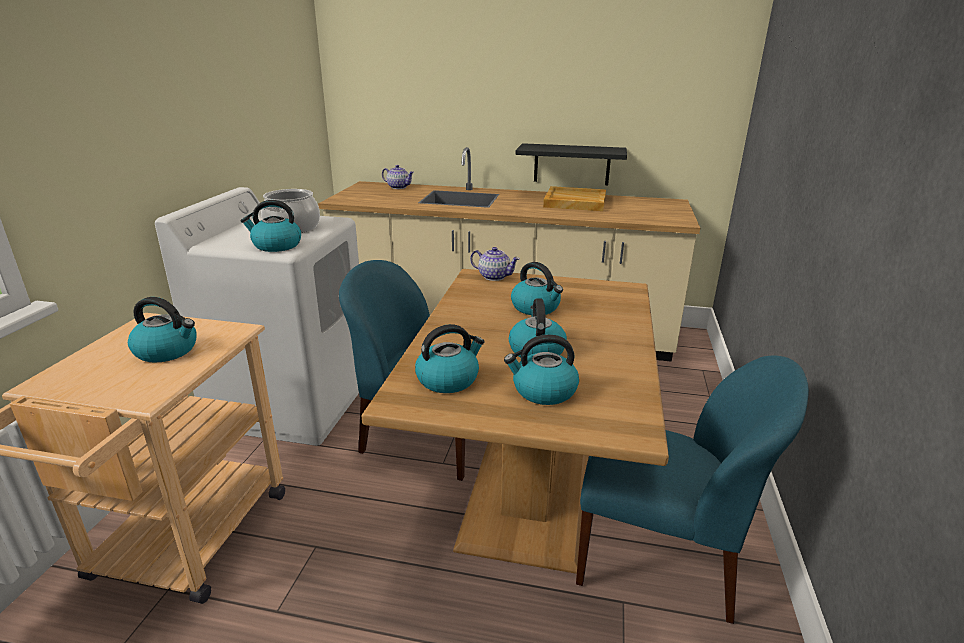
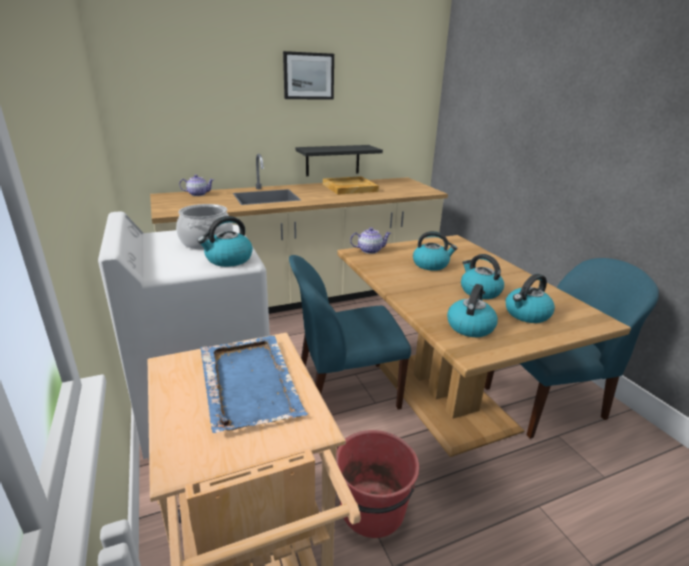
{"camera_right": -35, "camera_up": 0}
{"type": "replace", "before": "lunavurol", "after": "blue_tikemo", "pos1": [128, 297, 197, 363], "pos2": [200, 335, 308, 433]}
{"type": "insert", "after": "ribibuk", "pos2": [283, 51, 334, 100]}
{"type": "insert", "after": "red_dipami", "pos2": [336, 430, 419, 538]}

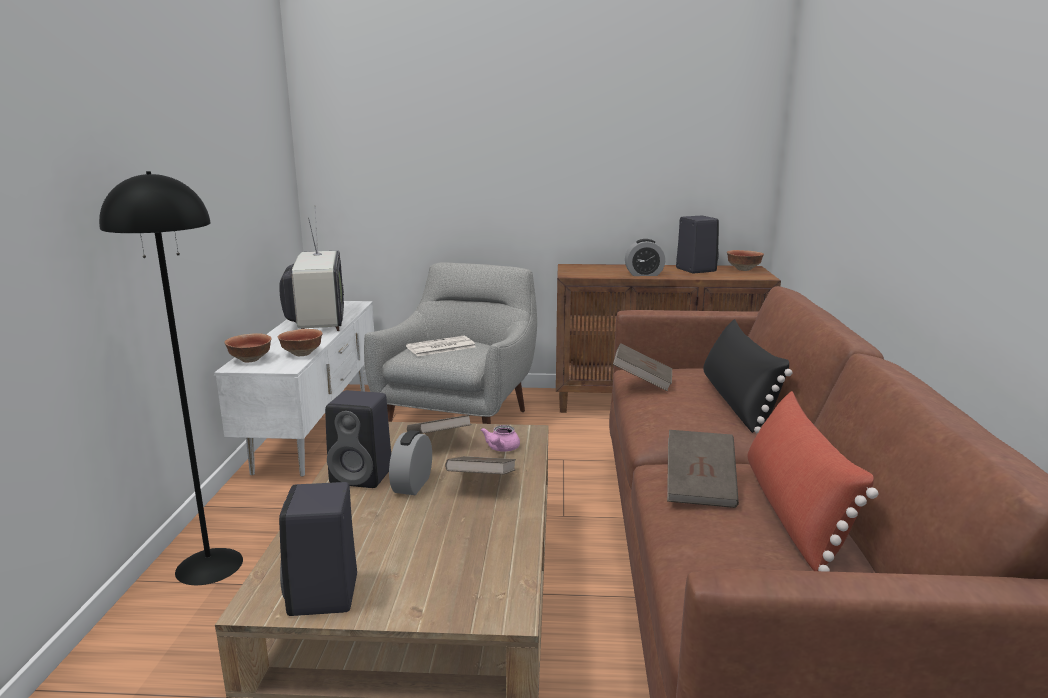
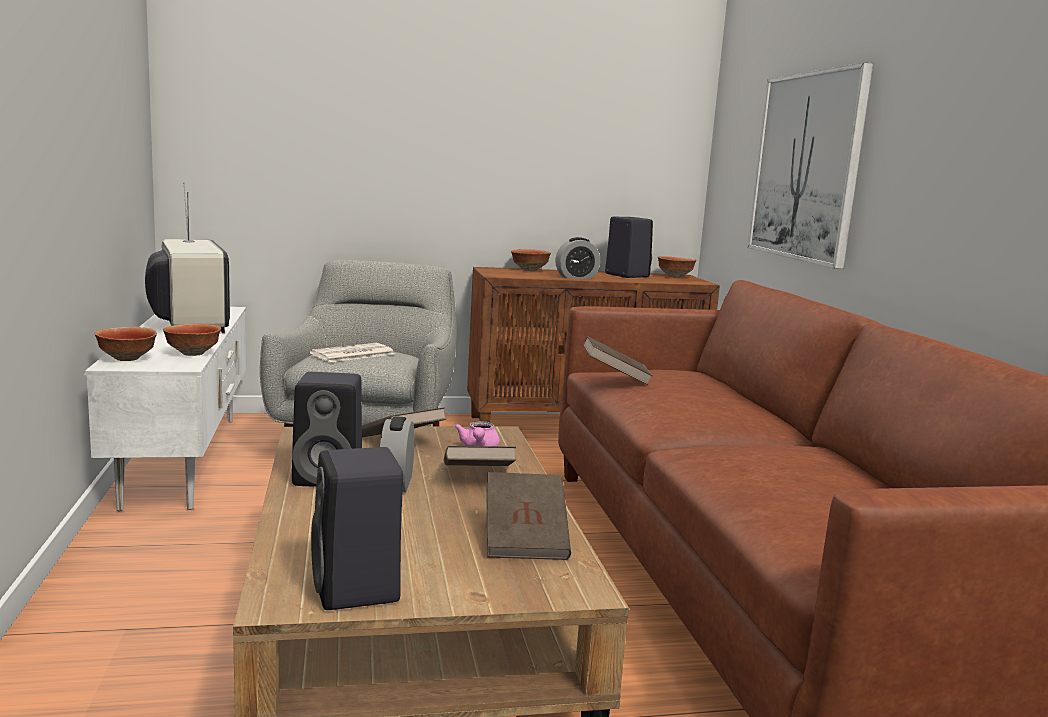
{"camera_right": -15, "camera_up": -5}
{"type": "move", "before": "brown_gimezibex", "pos1": [667, 430, 739, 508], "pos2": [486, 472, 571, 560]}
{"type": "insert", "after": "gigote", "pos2": [511, 249, 551, 271]}
{"type": "insert", "after": "ribibuk", "pos2": [747, 62, 873, 269]}
{"type": "delete", "before": "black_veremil", "pos1": [99, 171, 243, 585]}
{"type": "delete", "before": "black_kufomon", "pos1": [703, 319, 792, 434]}
{"type": "delete", "before": "red_kufomon", "pos1": [748, 391, 878, 572]}

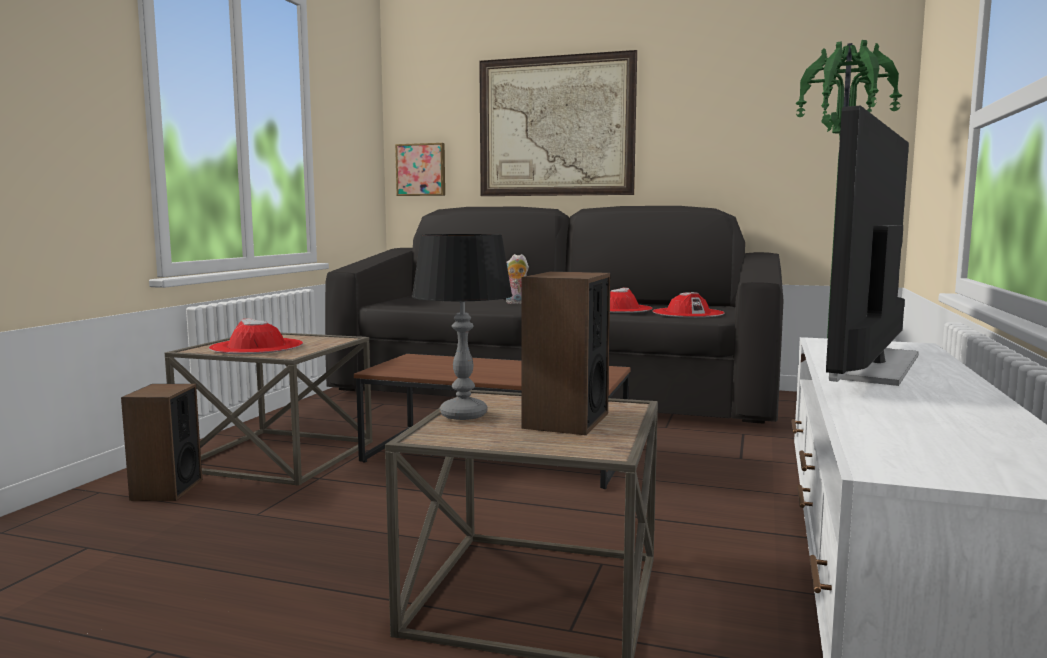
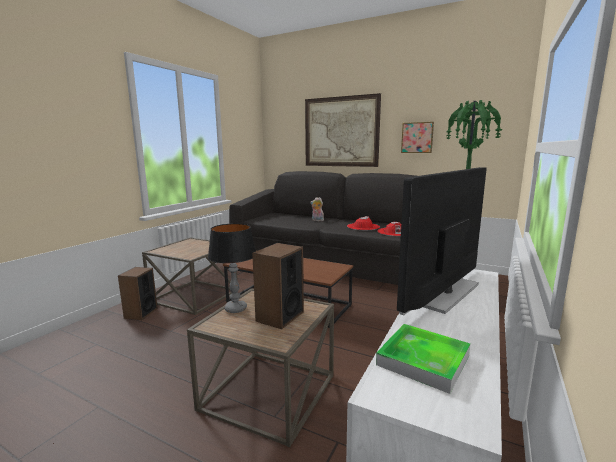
{"camera_right": 10, "camera_up": 5}
{"type": "insert", "after": "tikemo", "pos2": [376, 324, 470, 394]}
{"type": "move", "before": "ribibuk", "pos1": [395, 143, 445, 196], "pos2": [401, 122, 434, 153]}
{"type": "delete", "before": "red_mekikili", "pos1": [209, 318, 303, 354]}

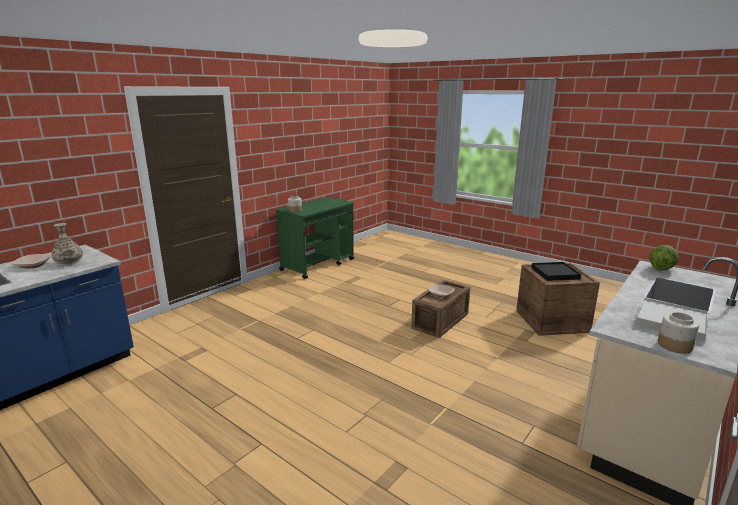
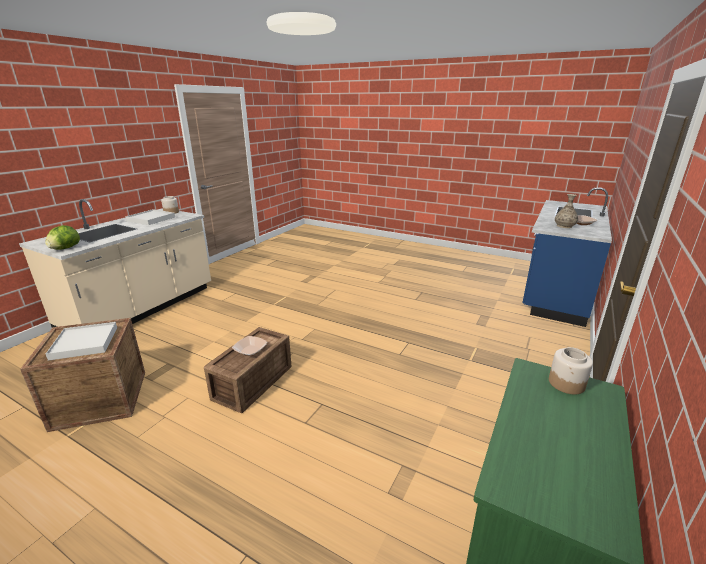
{"camera_right": 170, "camera_up": 5}
{"type": "recolor", "before": "black_tikemo", "after": "white_tikemo", "pos1": [531, 262, 581, 281], "pos2": [46, 322, 117, 361]}

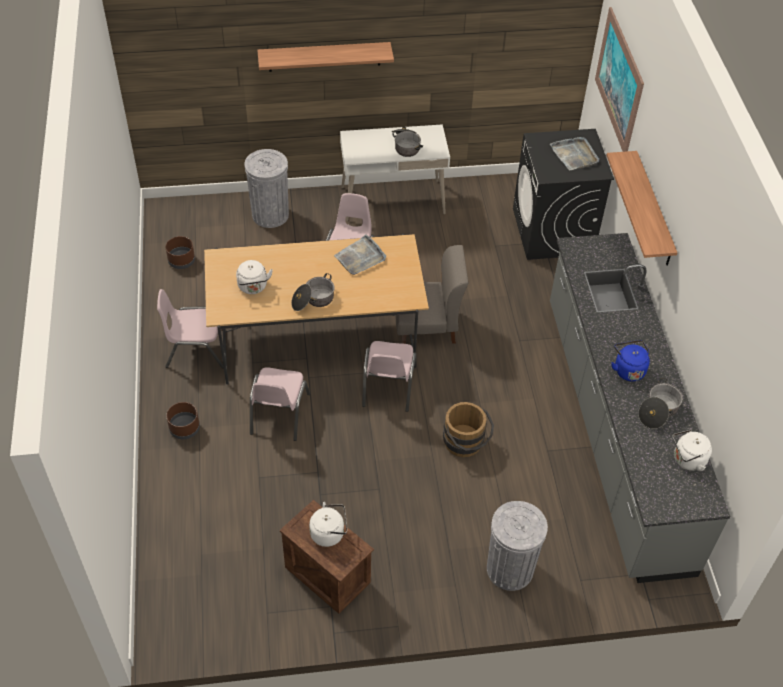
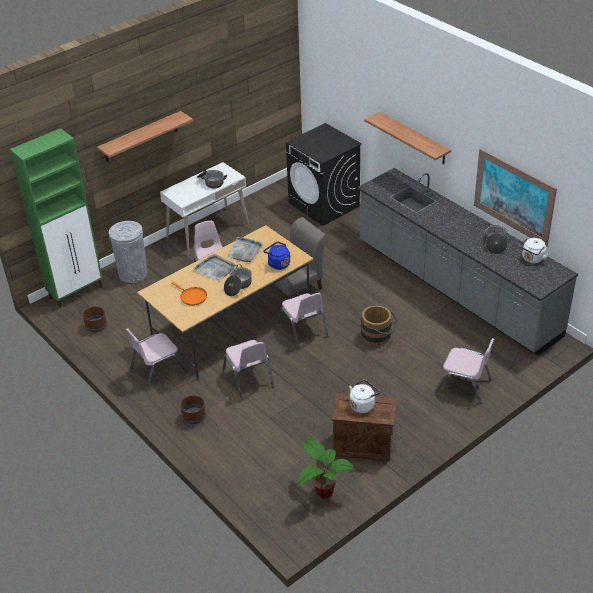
{"camera_right": -30, "camera_up": -10}
{"type": "insert", "after": "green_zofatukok", "pos2": [10, 128, 102, 308]}
{"type": "replace", "before": "white_lunavurol", "after": "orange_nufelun", "pos1": [236, 260, 273, 294], "pos2": [171, 282, 207, 306]}
{"type": "move", "before": "grey_tikemo", "pos1": [550, 137, 599, 170], "pos2": [193, 254, 236, 281]}
{"type": "move", "before": "blue_lunavurol", "pos1": [611, 340, 650, 381], "pos2": [263, 242, 290, 270]}
{"type": "insert", "after": "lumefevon", "pos2": [297, 439, 356, 499]}
{"type": "replace", "before": "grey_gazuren", "after": "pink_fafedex", "pos1": [487, 501, 548, 591], "pos2": [436, 338, 494, 404]}
{"type": "move", "before": "ribibuk", "pos1": [595, 7, 644, 152], "pos2": [474, 149, 557, 247]}

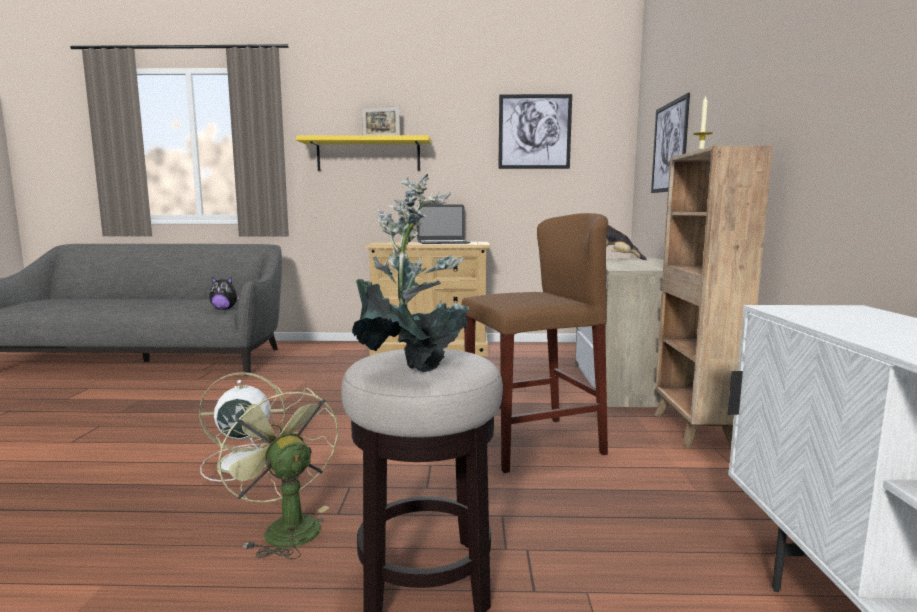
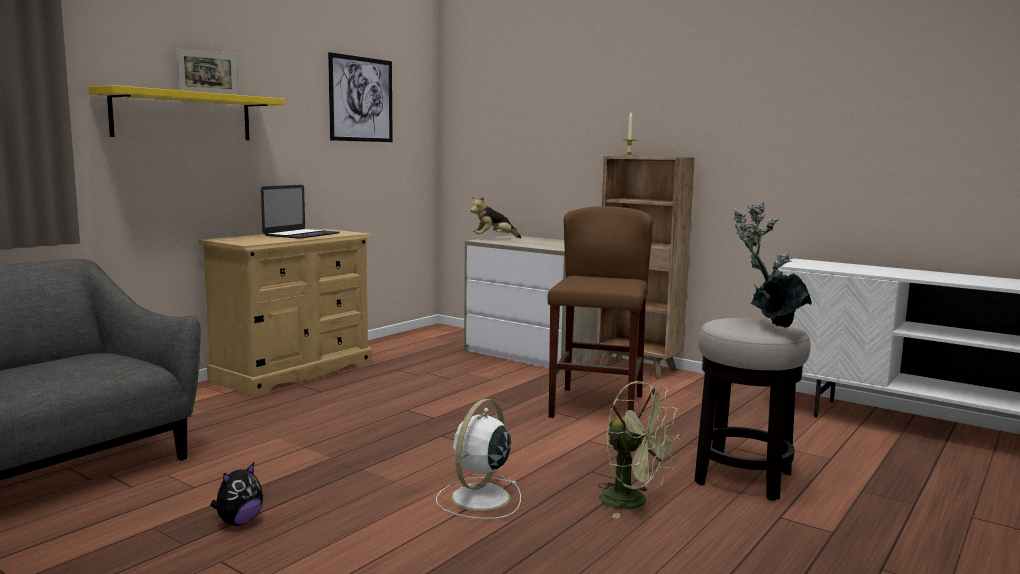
{"camera_right": -55, "camera_up": 0}
{"type": "move", "before": "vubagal", "pos1": [209, 277, 239, 310], "pos2": [210, 462, 263, 526]}
{"type": "rotate", "before": "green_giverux", "pos1": [215, 385, 338, 560], "pos2": [598, 381, 682, 519], "turn": -135}
{"type": "delete", "before": "ribibuk", "pos1": [651, 93, 690, 193]}

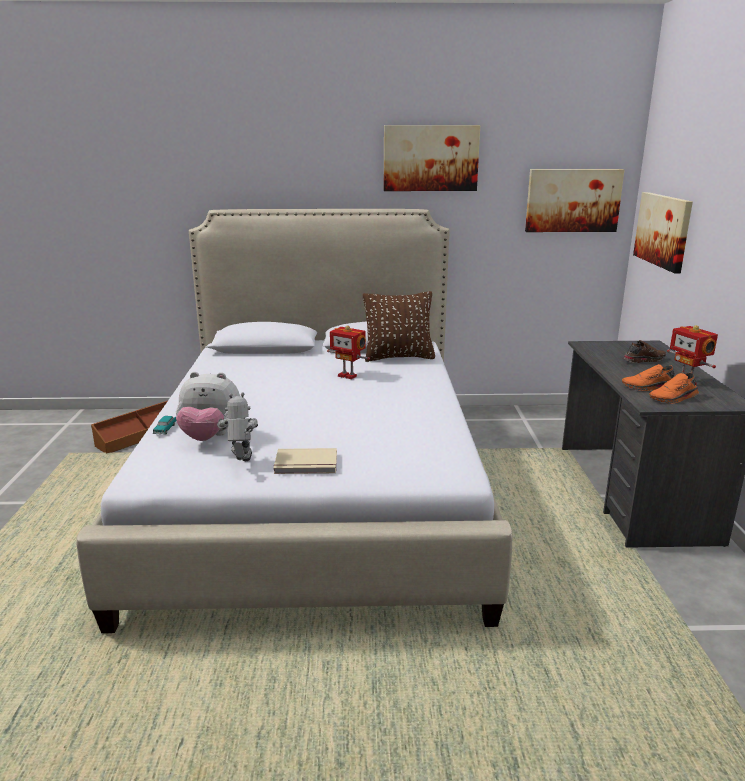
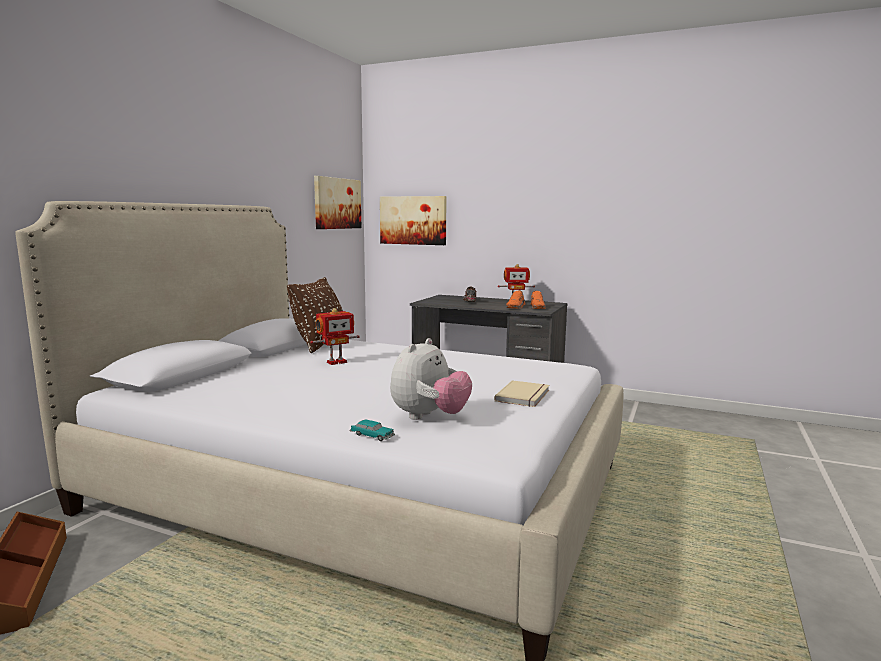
{"camera_right": -65, "camera_up": -10}
{"type": "delete", "before": "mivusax", "pos1": [217, 392, 258, 461]}
{"type": "delete", "before": "ribibuk", "pos1": [384, 125, 480, 191]}

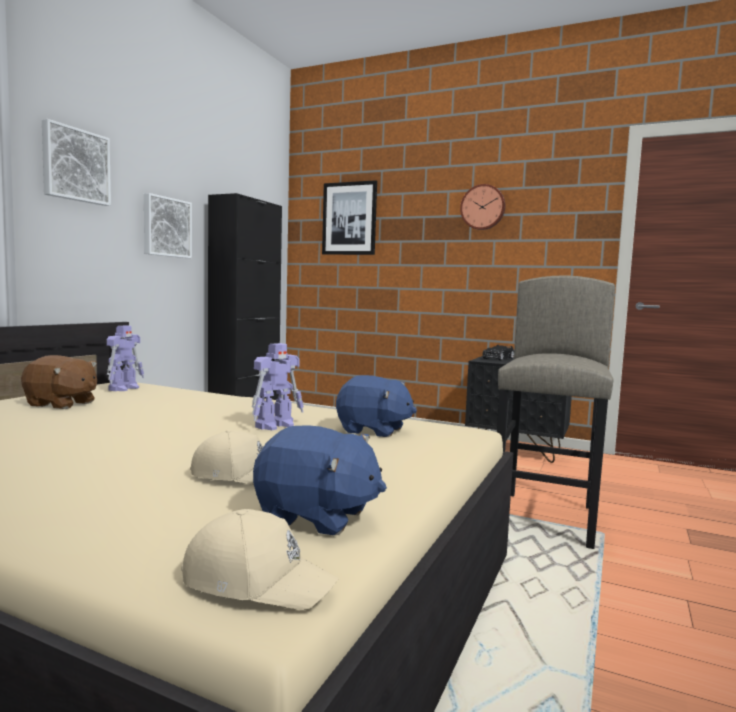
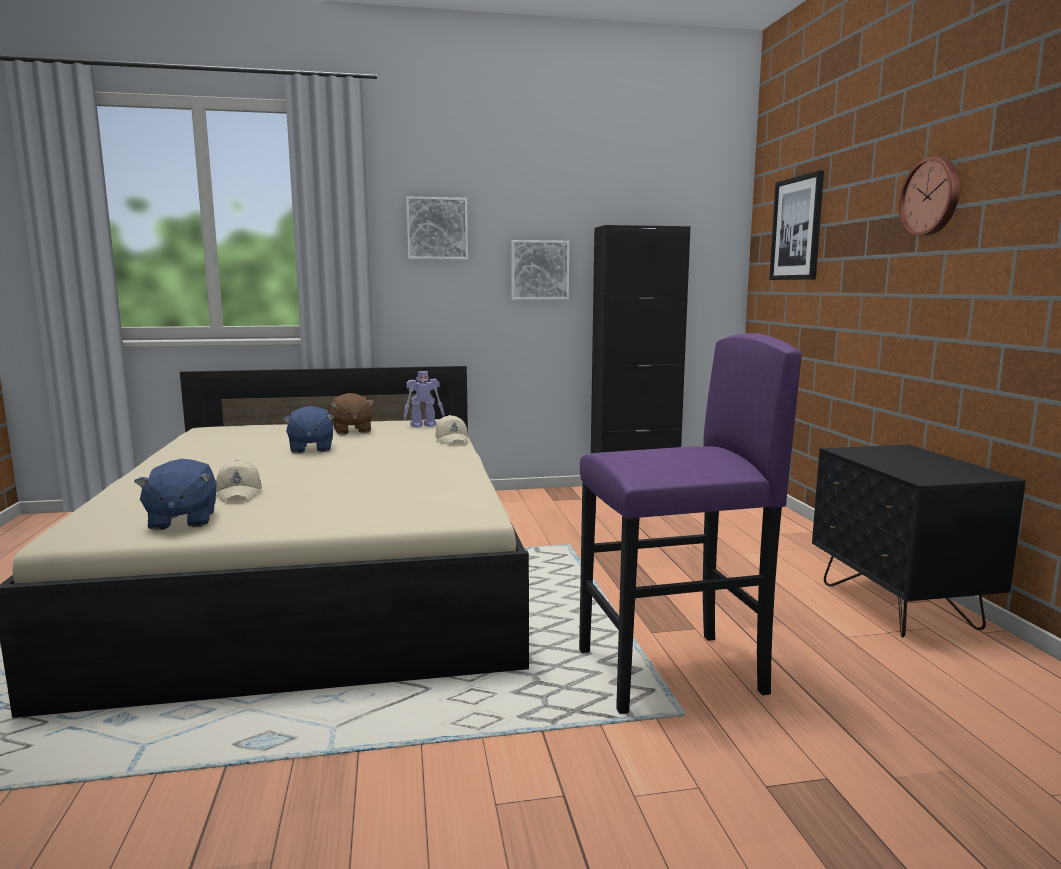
{"camera_right": 55, "camera_up": 5}
{"type": "move", "before": "blue_vubagal", "pos1": [336, 375, 417, 437], "pos2": [283, 406, 334, 453]}
{"type": "move", "before": "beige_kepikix", "pos1": [181, 509, 339, 610], "pos2": [435, 415, 468, 444]}
{"type": "recolor", "before": "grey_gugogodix", "after": "purple_gugogodix", "pos1": [497, 275, 615, 549], "pos2": [579, 333, 802, 714]}
{"type": "delete", "before": "mivusax", "pos1": [252, 343, 304, 430]}
{"type": "delete", "before": "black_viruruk", "pos1": [482, 345, 514, 361]}

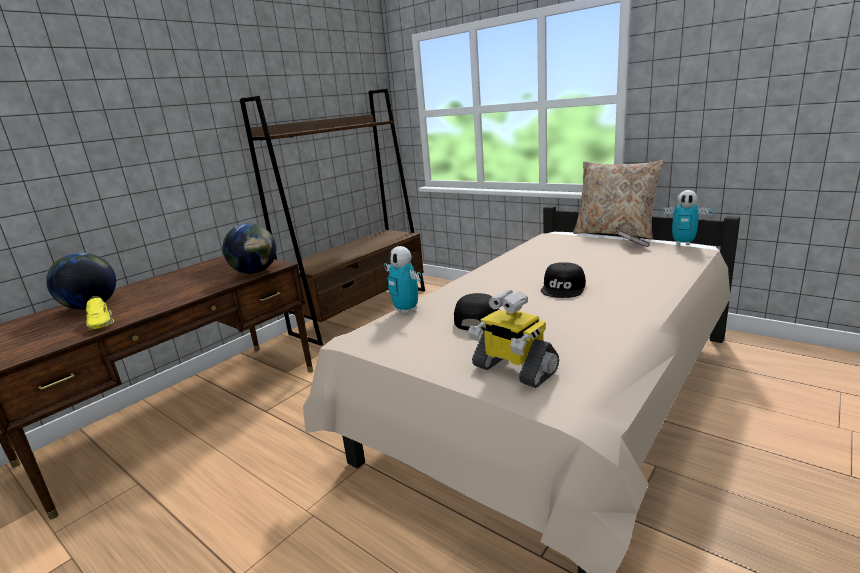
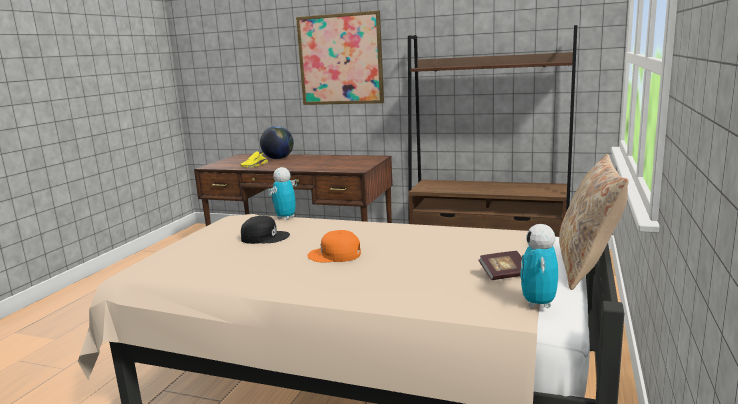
{"camera_right": 70, "camera_up": -5}
{"type": "insert", "after": "ribibuk", "pos2": [296, 10, 384, 105]}
{"type": "recolor", "before": "black_kepikix", "after": "orange_kepikix", "pos1": [541, 262, 586, 298], "pos2": [307, 230, 361, 263]}
{"type": "delete", "before": "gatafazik", "pos1": [223, 223, 276, 274]}
{"type": "delete", "before": "mivusax", "pos1": [468, 290, 559, 388]}

